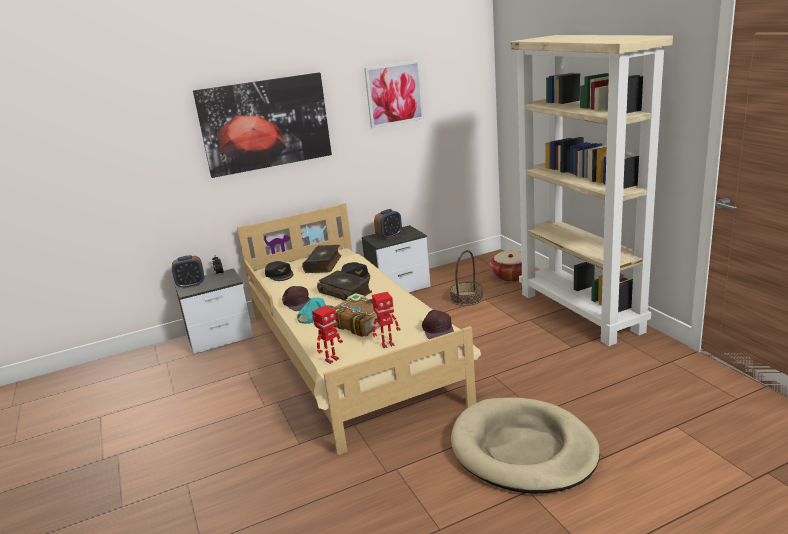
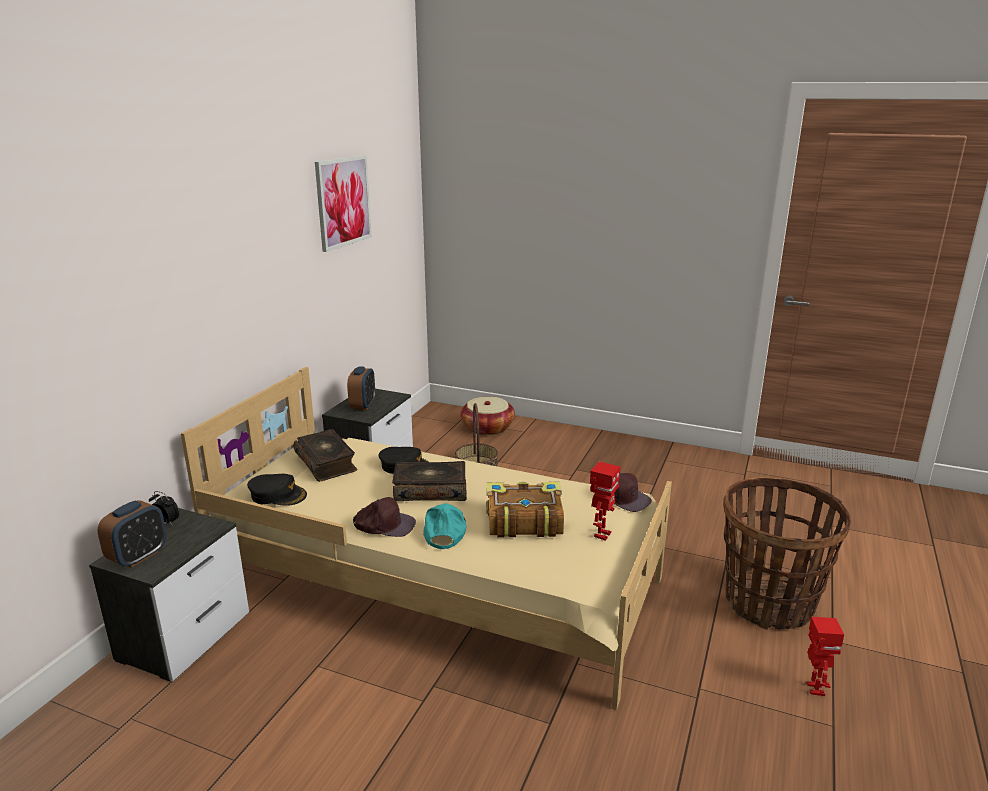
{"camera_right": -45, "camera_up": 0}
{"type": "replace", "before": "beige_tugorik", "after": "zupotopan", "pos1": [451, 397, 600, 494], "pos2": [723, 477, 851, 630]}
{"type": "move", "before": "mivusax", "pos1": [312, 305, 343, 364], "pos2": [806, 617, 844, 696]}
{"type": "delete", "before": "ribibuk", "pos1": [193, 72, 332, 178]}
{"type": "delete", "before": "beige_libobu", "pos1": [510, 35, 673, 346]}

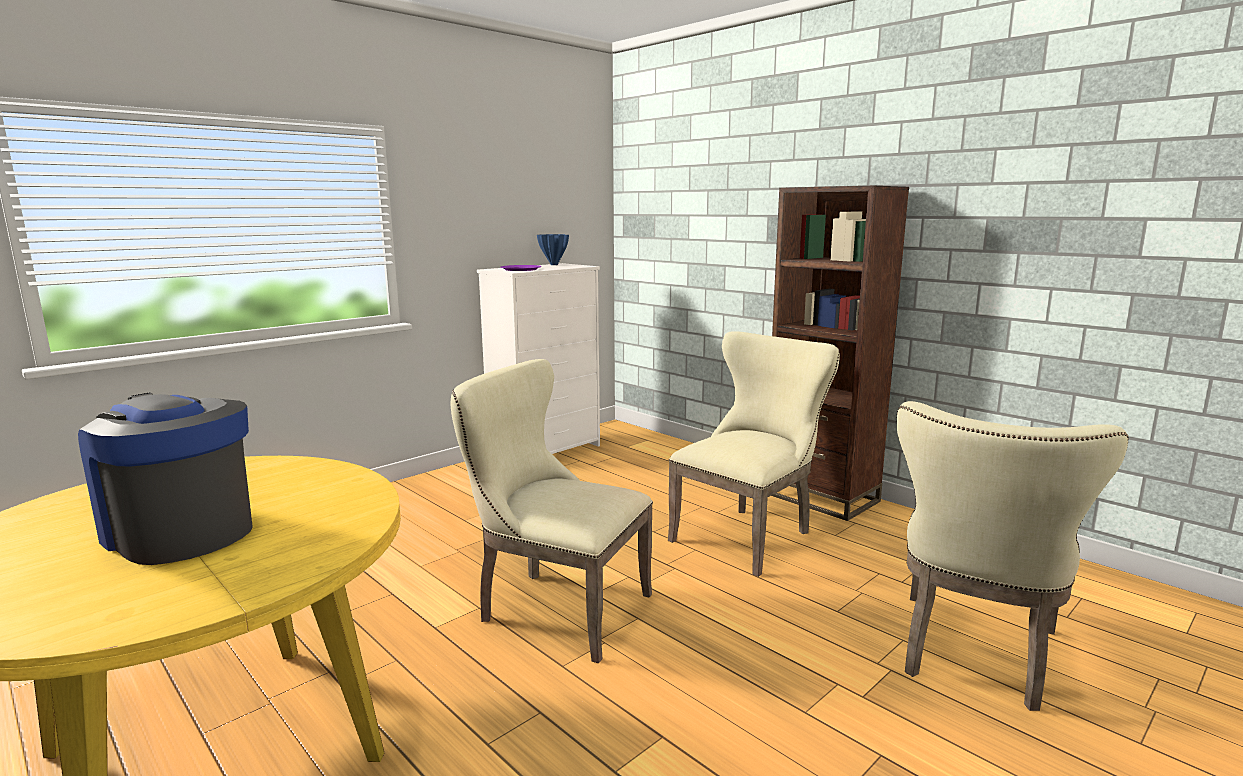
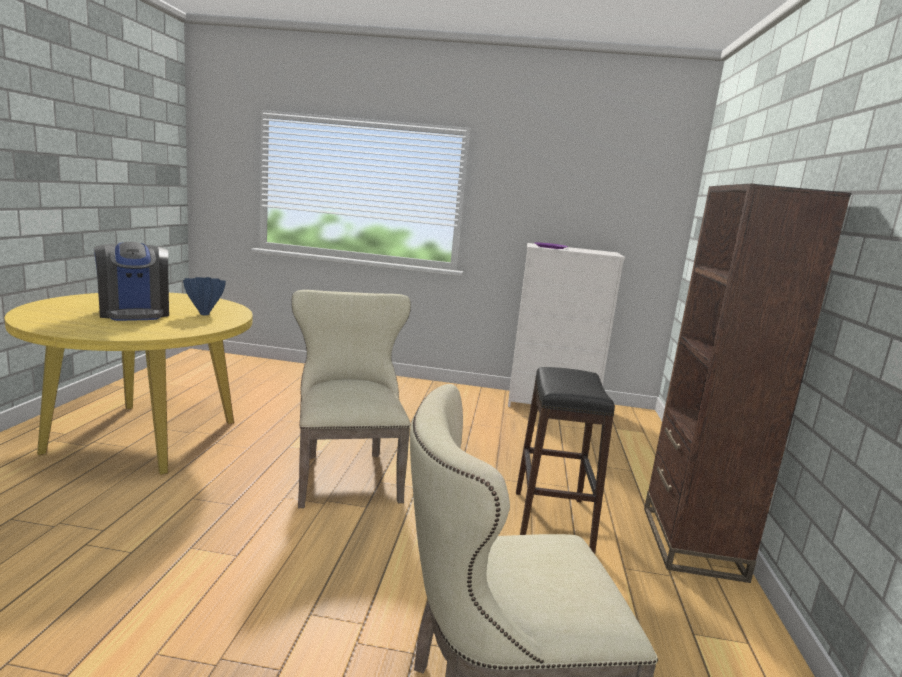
{"camera_right": 50, "camera_up": 0}
{"type": "rotate", "before": "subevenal", "pos1": [78, 393, 253, 565], "pos2": [94, 242, 169, 321], "turn": 150}
{"type": "move", "before": "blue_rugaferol", "pos1": [537, 234, 569, 265], "pos2": [183, 277, 226, 315]}
{"type": "replace", "before": "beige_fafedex", "after": "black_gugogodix", "pos1": [668, 331, 840, 577], "pos2": [516, 367, 615, 554]}

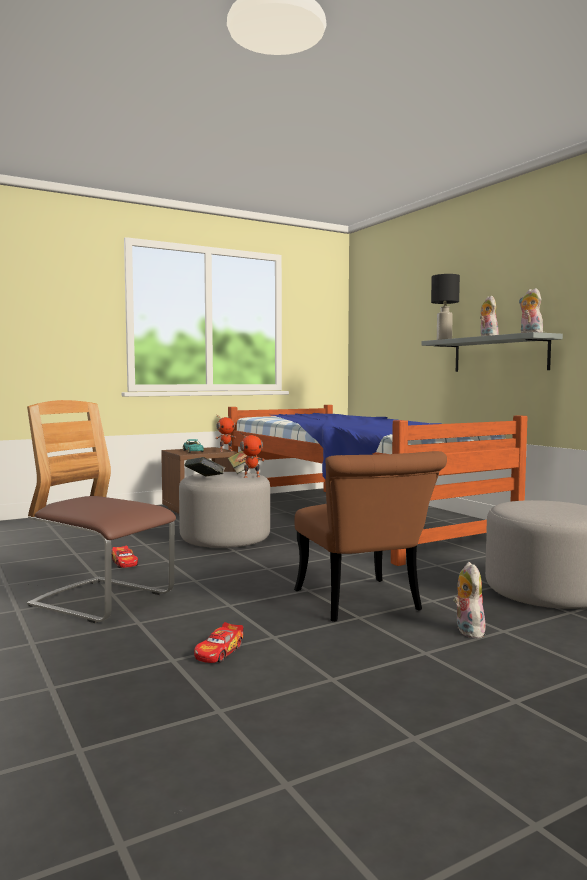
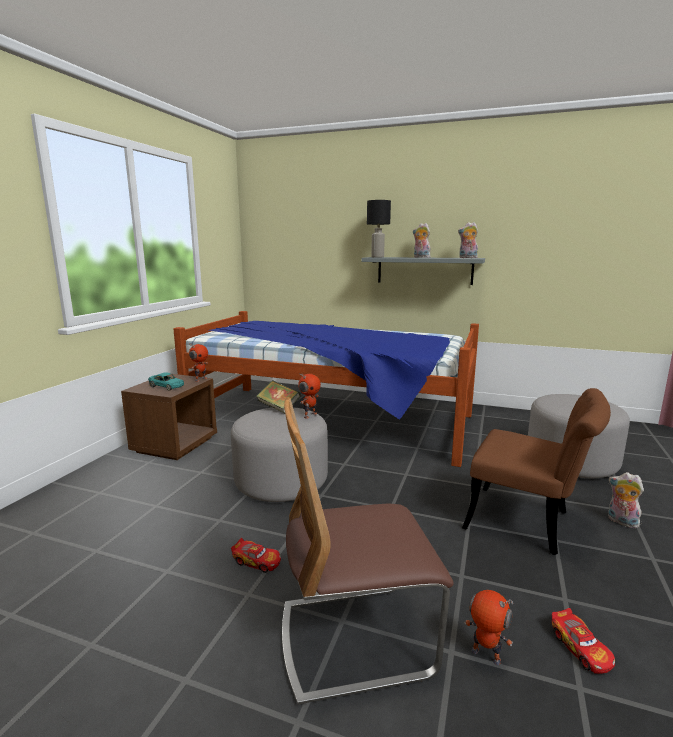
{"camera_right": -40, "camera_up": 10}
{"type": "insert", "after": "mivusax", "pos2": [464, 590, 513, 665]}
{"type": "delete", "before": "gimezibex", "pos1": [185, 457, 226, 477]}

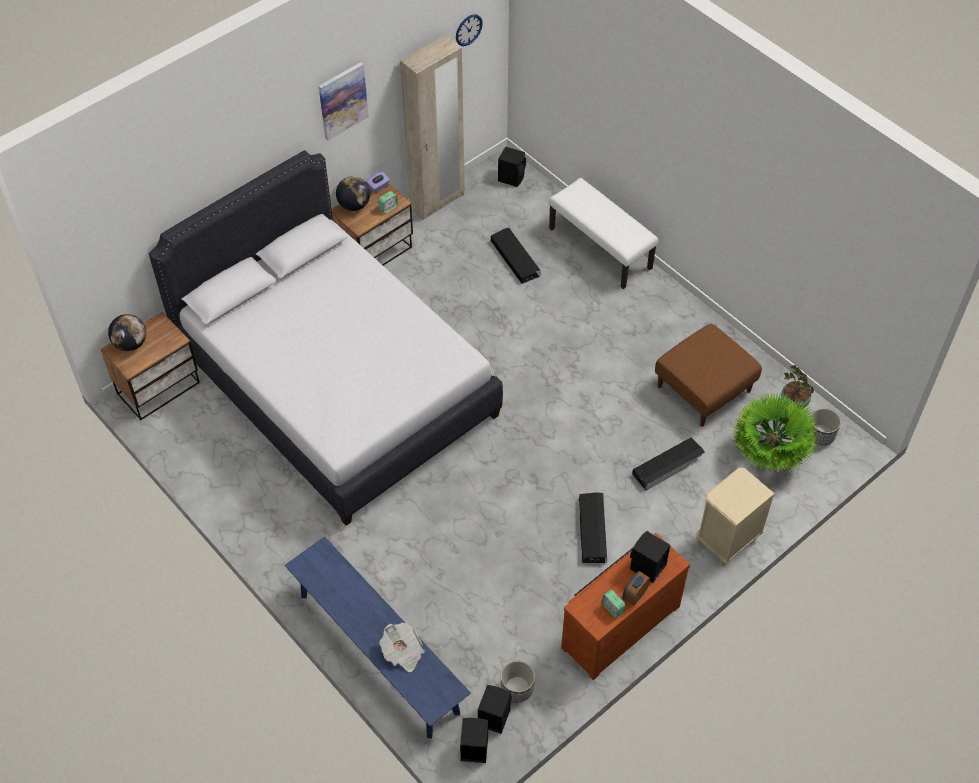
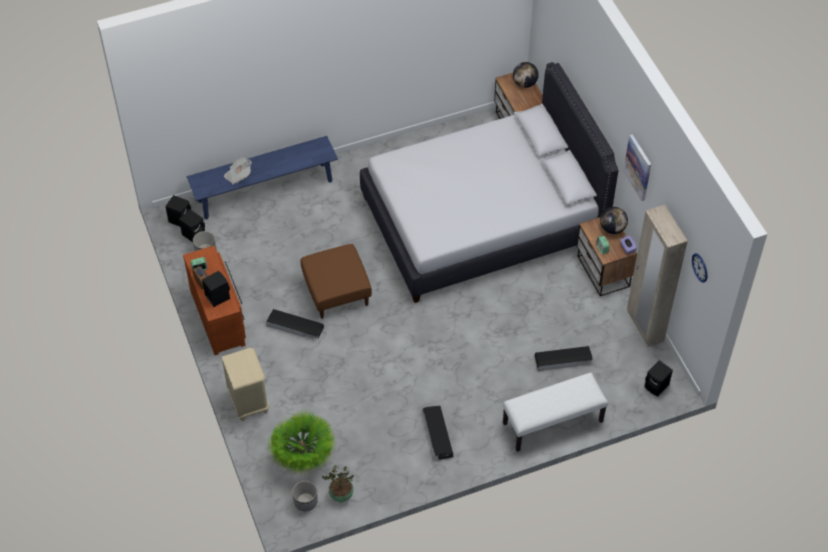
{"camera_right": 110, "camera_up": 0}
{"type": "move", "before": "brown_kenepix", "pos1": [655, 324, 762, 426], "pos2": [300, 244, 372, 319]}
{"type": "move", "before": "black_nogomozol", "pos1": [632, 438, 705, 491], "pos2": [423, 406, 453, 460]}

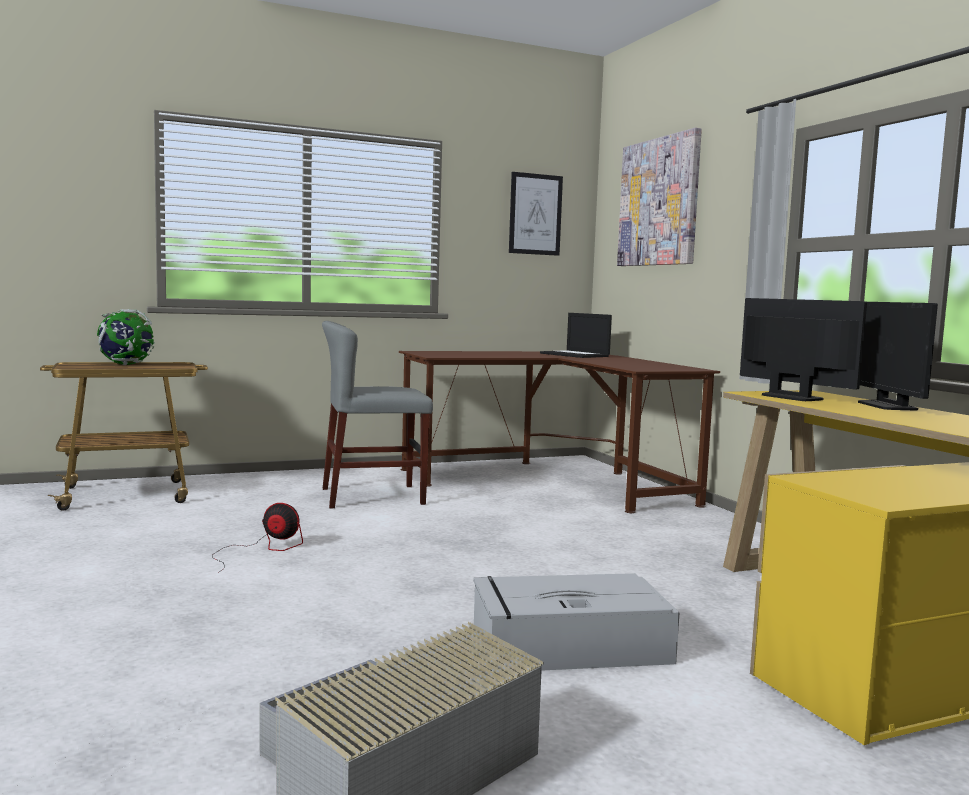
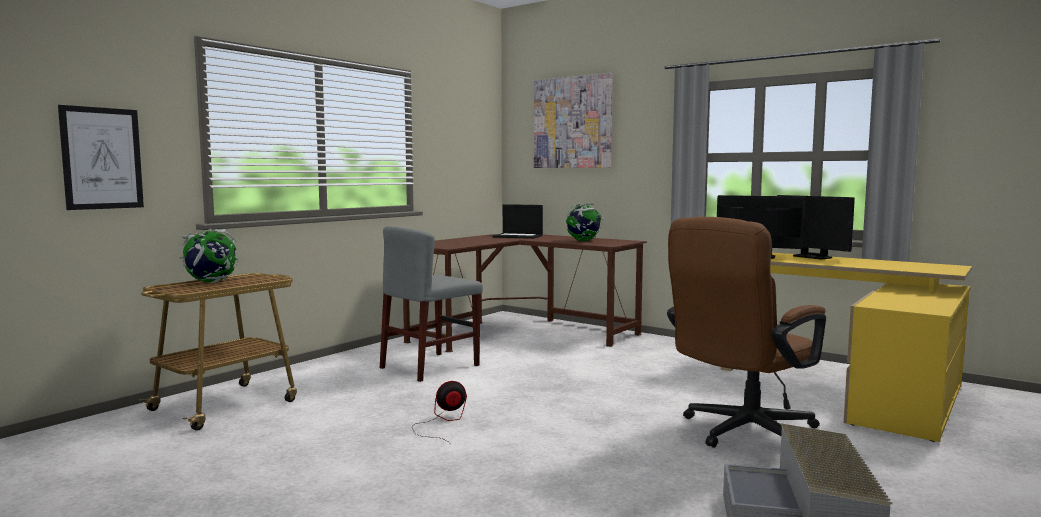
{"camera_right": -30, "camera_up": 0}
{"type": "move", "before": "ribibuk", "pos1": [509, 172, 563, 256], "pos2": [58, 105, 144, 210]}
{"type": "insert", "after": "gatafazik", "pos2": [566, 203, 603, 241]}
{"type": "replace", "before": "grey_nogomozol", "after": "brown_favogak", "pos1": [473, 573, 680, 670], "pos2": [667, 217, 826, 448]}

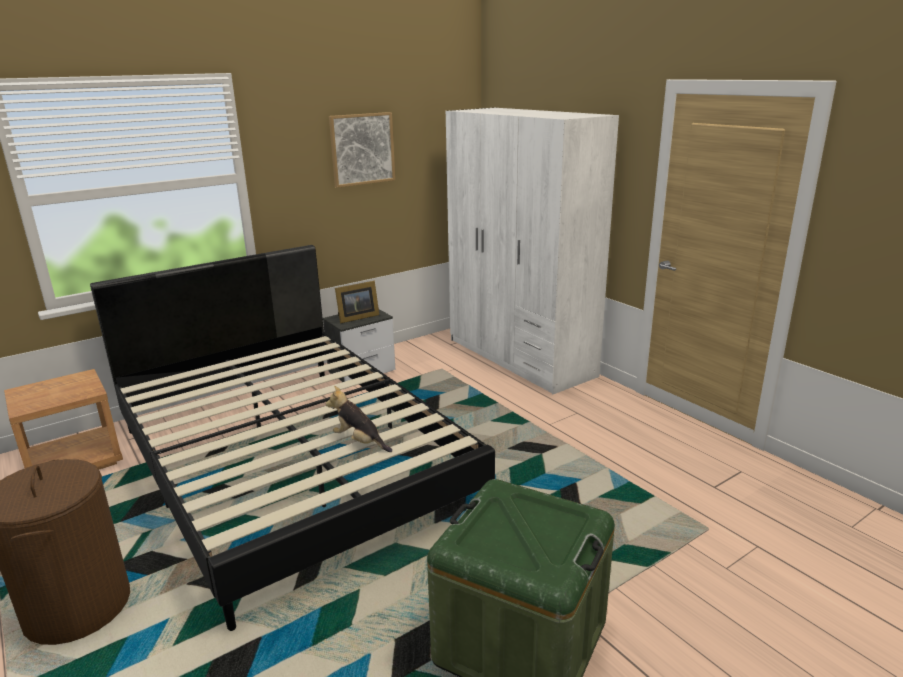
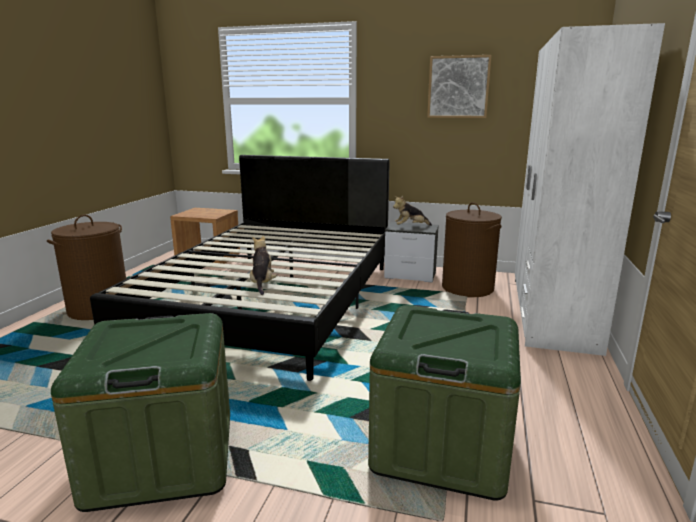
{"camera_right": 50, "camera_up": -5}
{"type": "insert", "after": "green_nogomozol", "pos2": [368, 305, 521, 501]}
{"type": "replace", "before": "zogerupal", "after": "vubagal", "pos1": [335, 281, 379, 323], "pos2": [393, 196, 432, 226]}
{"type": "insert", "after": "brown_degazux", "pos2": [442, 202, 502, 297]}

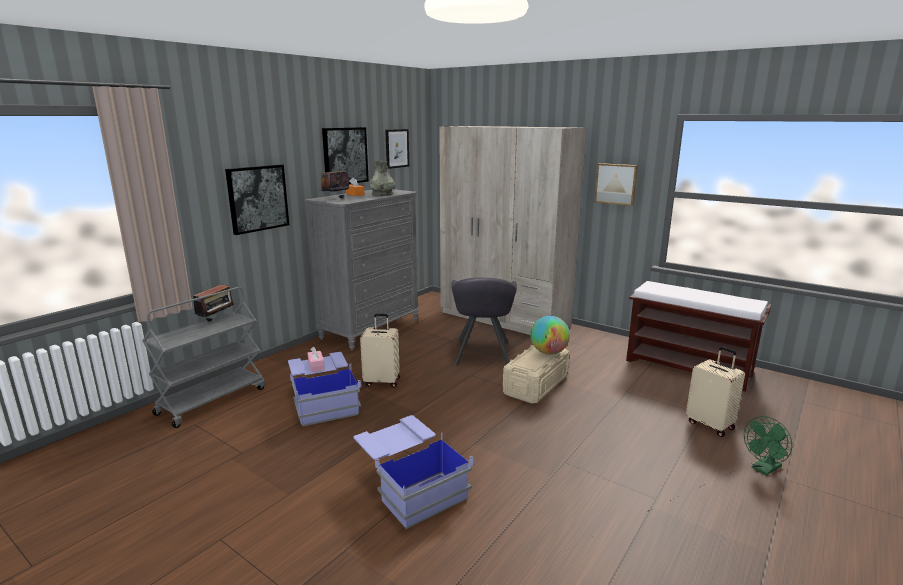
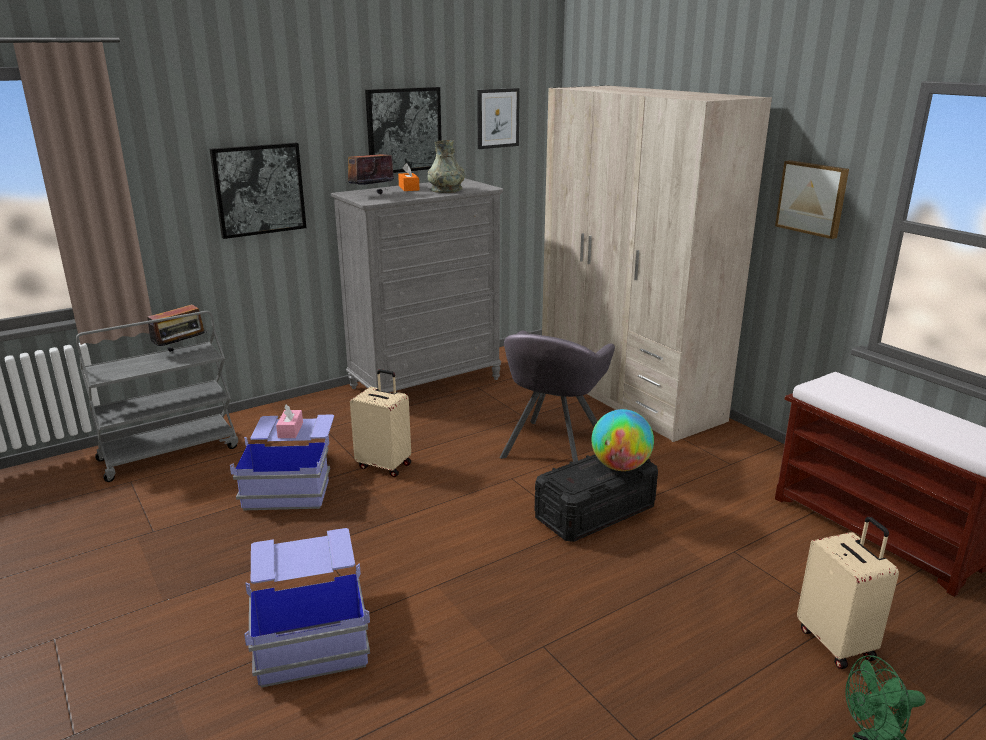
{"camera_right": 20, "camera_up": 5}
{"type": "recolor", "before": "beige_nogomozol", "after": "black_nogomozol", "pos1": [503, 345, 569, 404], "pos2": [535, 455, 658, 542]}

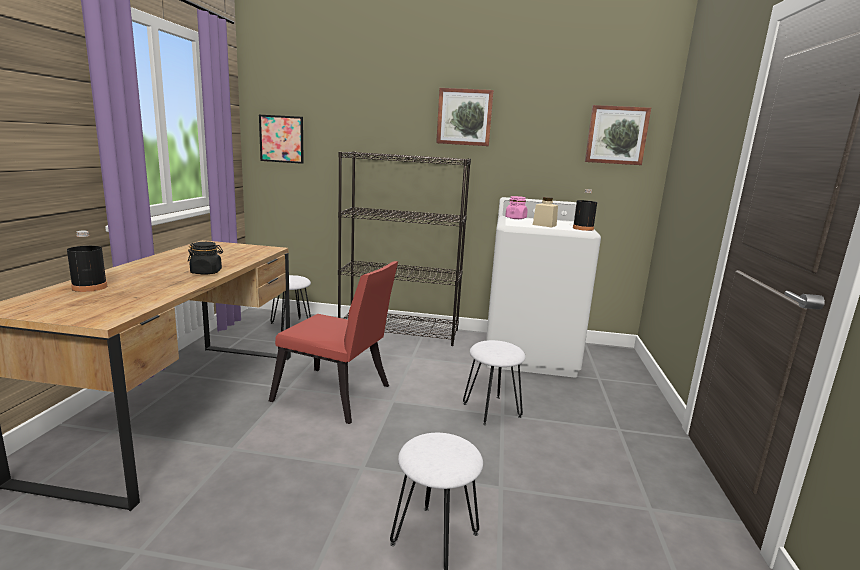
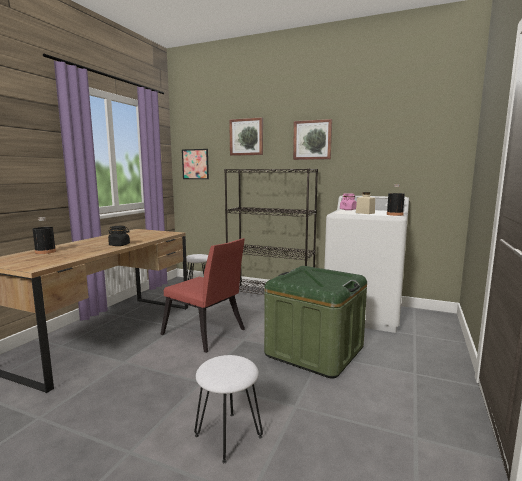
{"camera_right": 15, "camera_up": -5}
{"type": "move", "before": "ribibuk", "pos1": [585, 105, 651, 165], "pos2": [229, 117, 263, 156]}
{"type": "replace", "before": "white_gugogodix", "after": "green_nogomozol", "pos1": [463, 340, 526, 425], "pos2": [264, 266, 367, 379]}

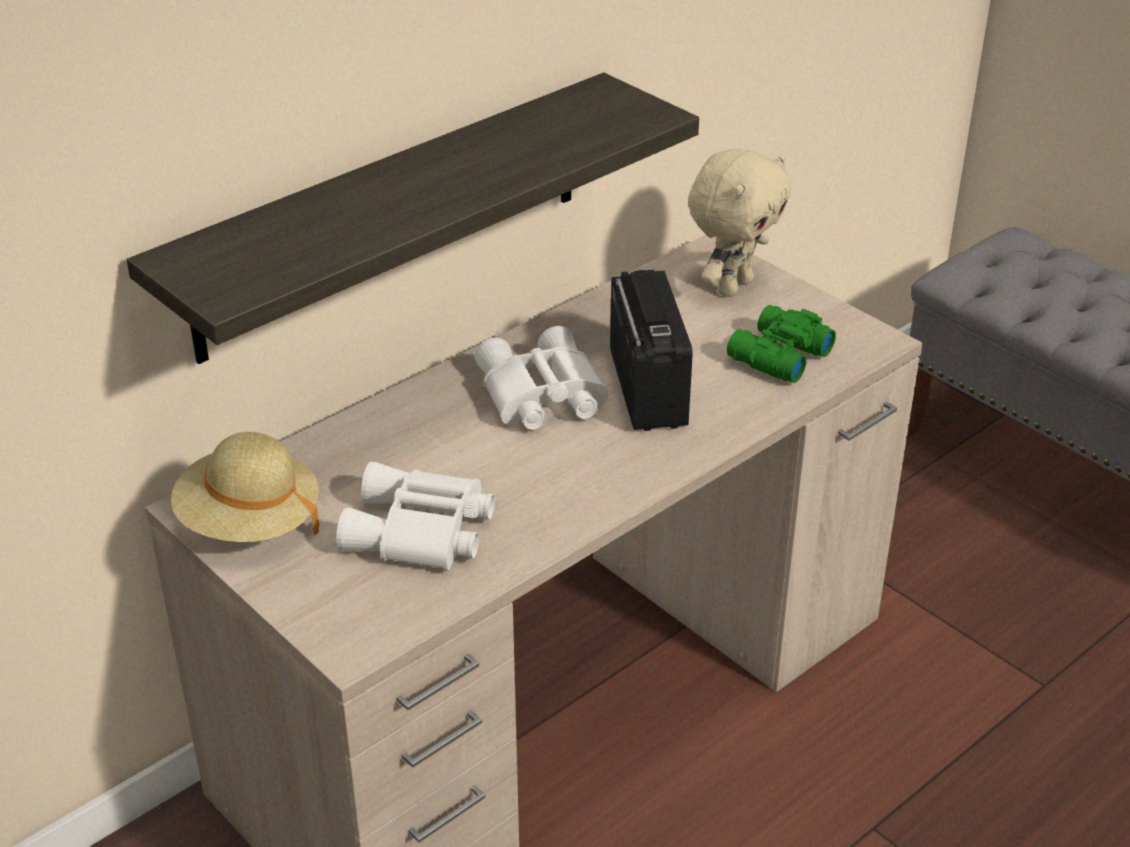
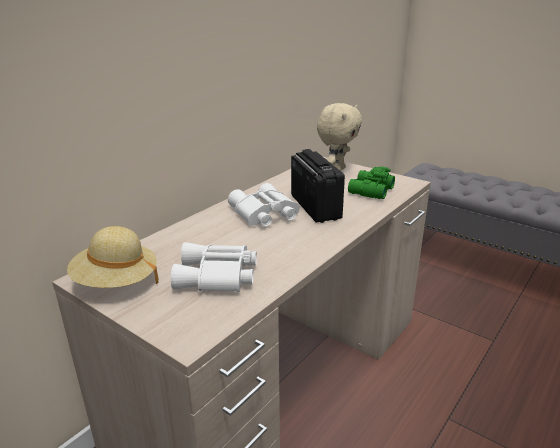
{"camera_right": -10, "camera_up": -10}
{"type": "delete", "before": "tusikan", "pos1": [127, 73, 699, 364]}

